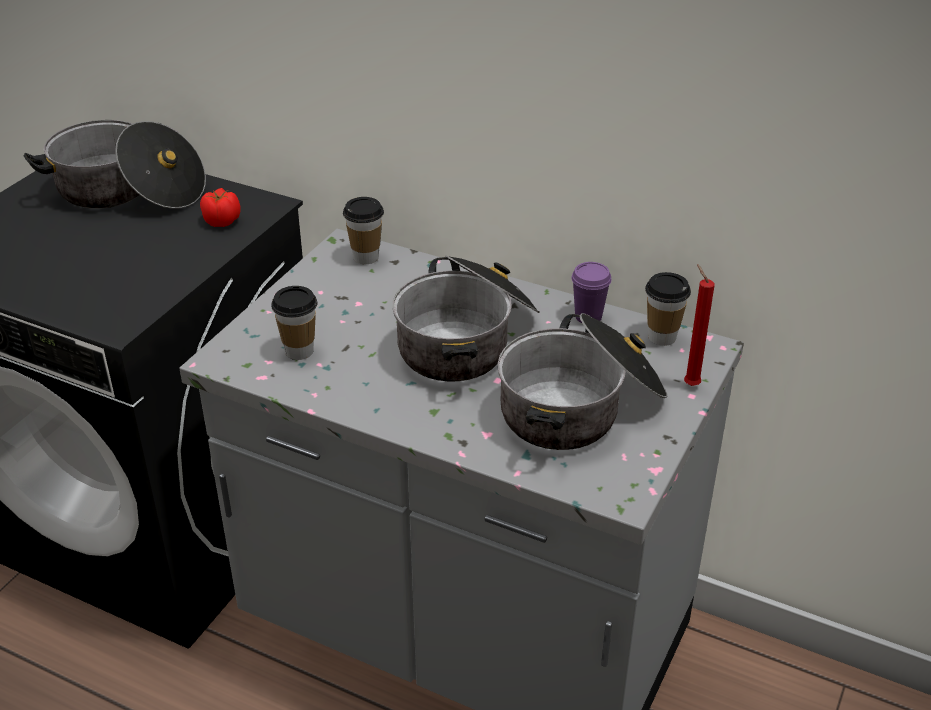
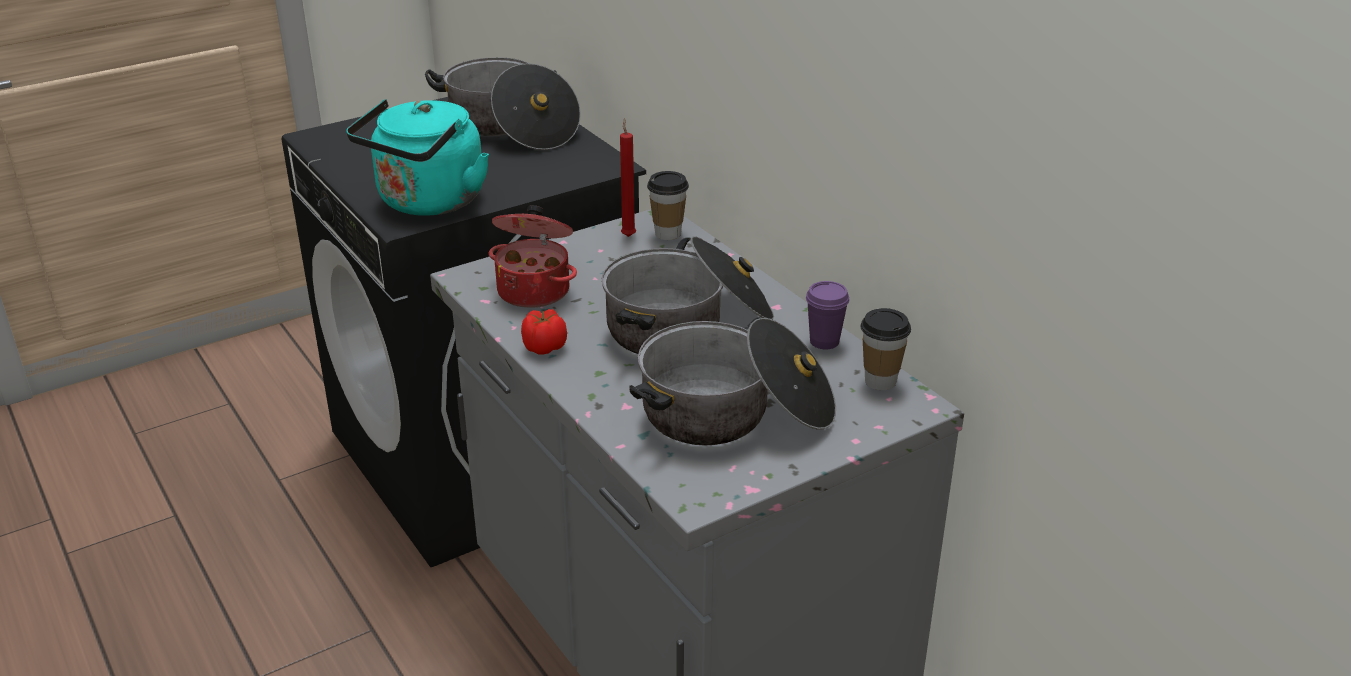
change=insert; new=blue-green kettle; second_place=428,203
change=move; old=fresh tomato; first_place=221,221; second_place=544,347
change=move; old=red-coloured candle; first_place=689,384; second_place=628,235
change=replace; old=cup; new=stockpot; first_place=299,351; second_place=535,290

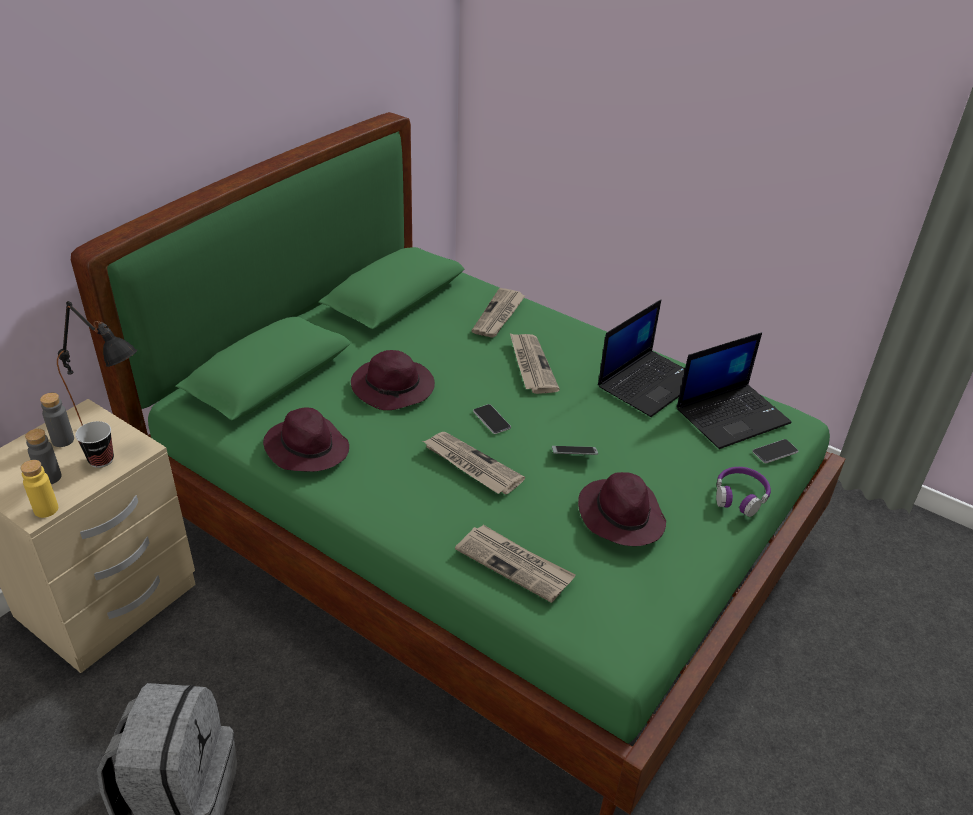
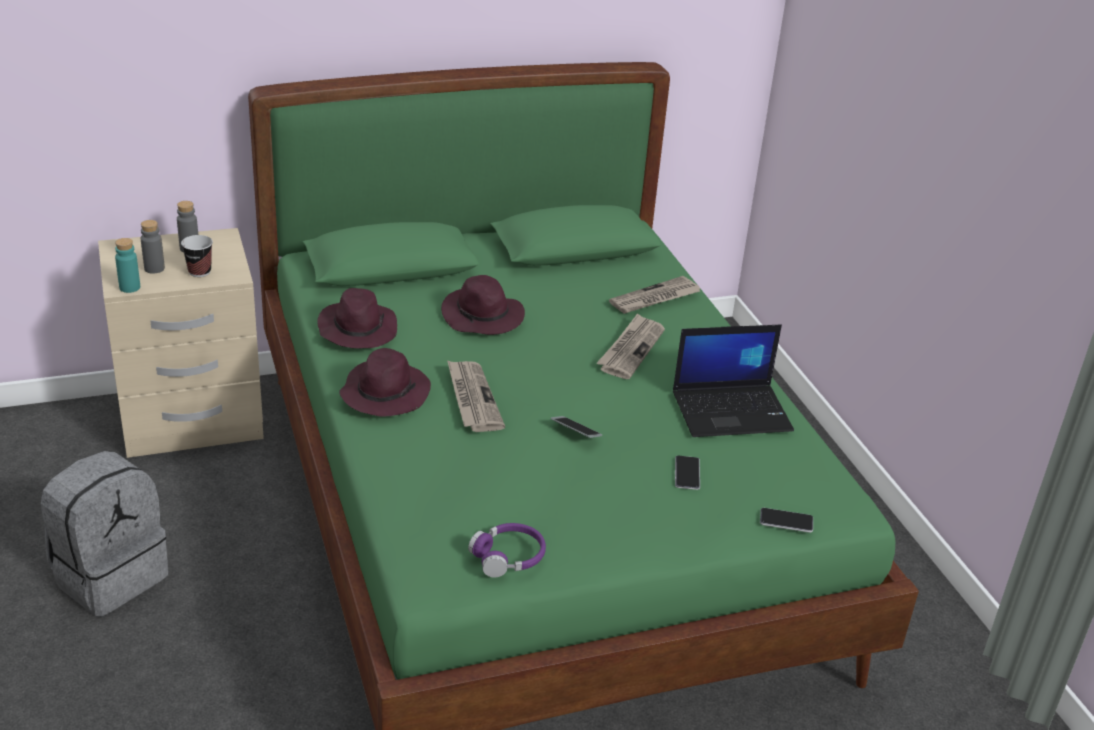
change=delete; old=black lamp for a table; first_place=116,431
change=delete; old=printed paper; first_place=515,564
change=delete; old=notebook computer; first_place=732,415
change=move; old=telephone; first_place=491,420; second_place=687,473
change=move; old=purple clothing hat; first_place=620,515; second_place=385,393
change=move; old=purple headset; first_place=740,496; second_place=508,557
change=recolor; old=yellow beverage bottle; new=blue-green beverage bottle; first_place=46,509; second_place=129,287

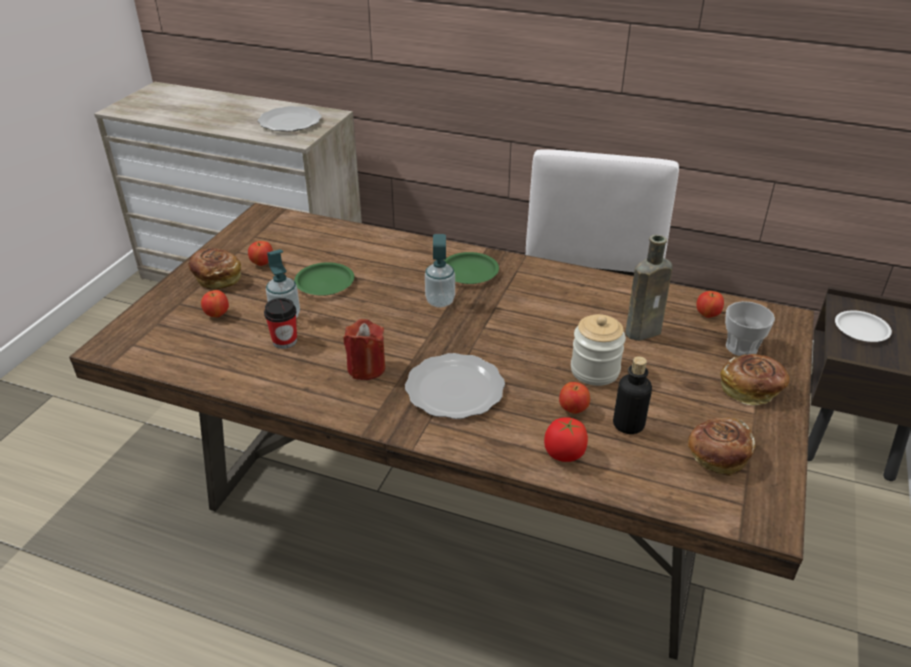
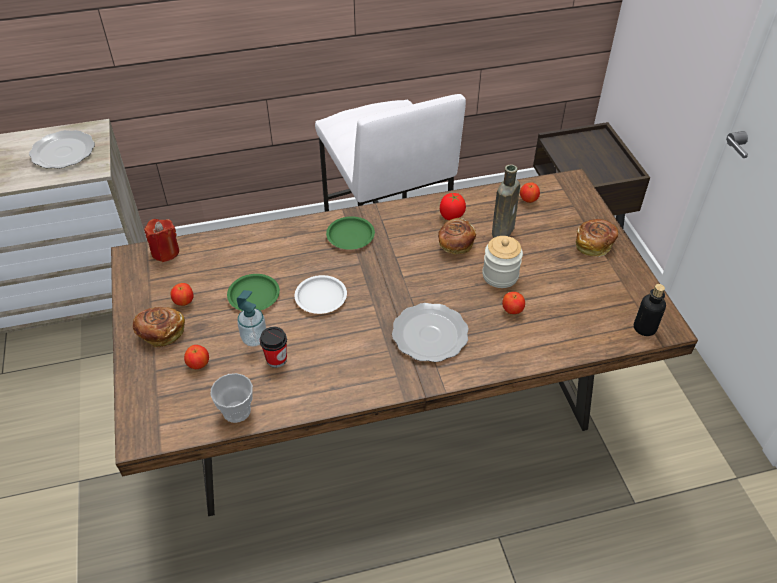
change=delete; old=soap bottle; first_place=440,301
change=move; old=red-coloured candle; first_place=366,368; second_place=165,252
change=move; old=fresh tomato; first_place=564,454; second_place=451,216
change=move; old=beverage bottle; first_place=628,424; second_place=644,328
change=move; old=bakery bread; first_place=717,457; second_place=455,245
change=move; old=cup; first_place=741,347; second_place=236,411
change=move; old=white plate; first_place=861,330; second_place=321,297

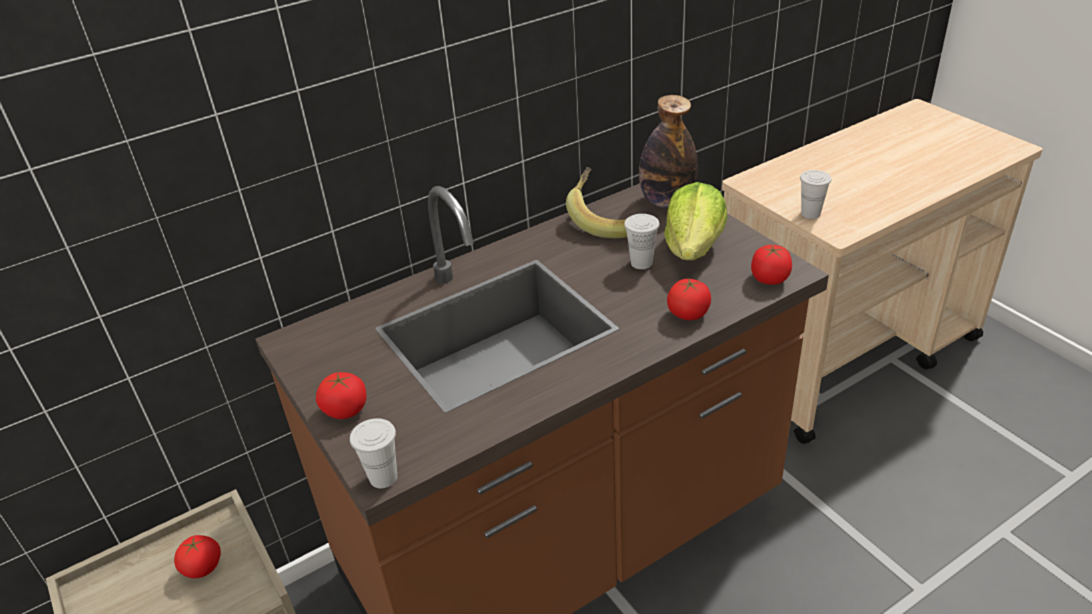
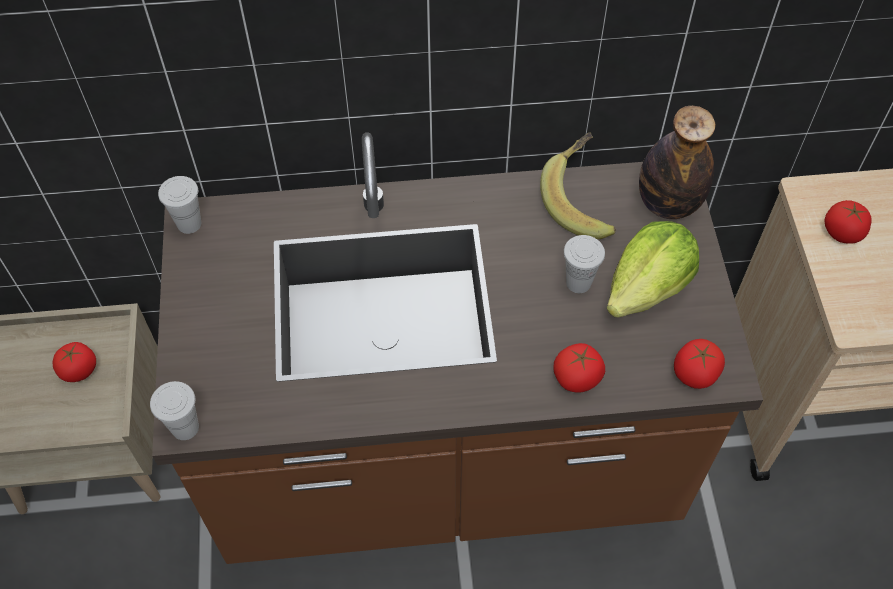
change=move; old=fresh tomato; first_place=345,410; second_place=842,232
change=move; old=white cup; first_place=810,213; second_place=189,224

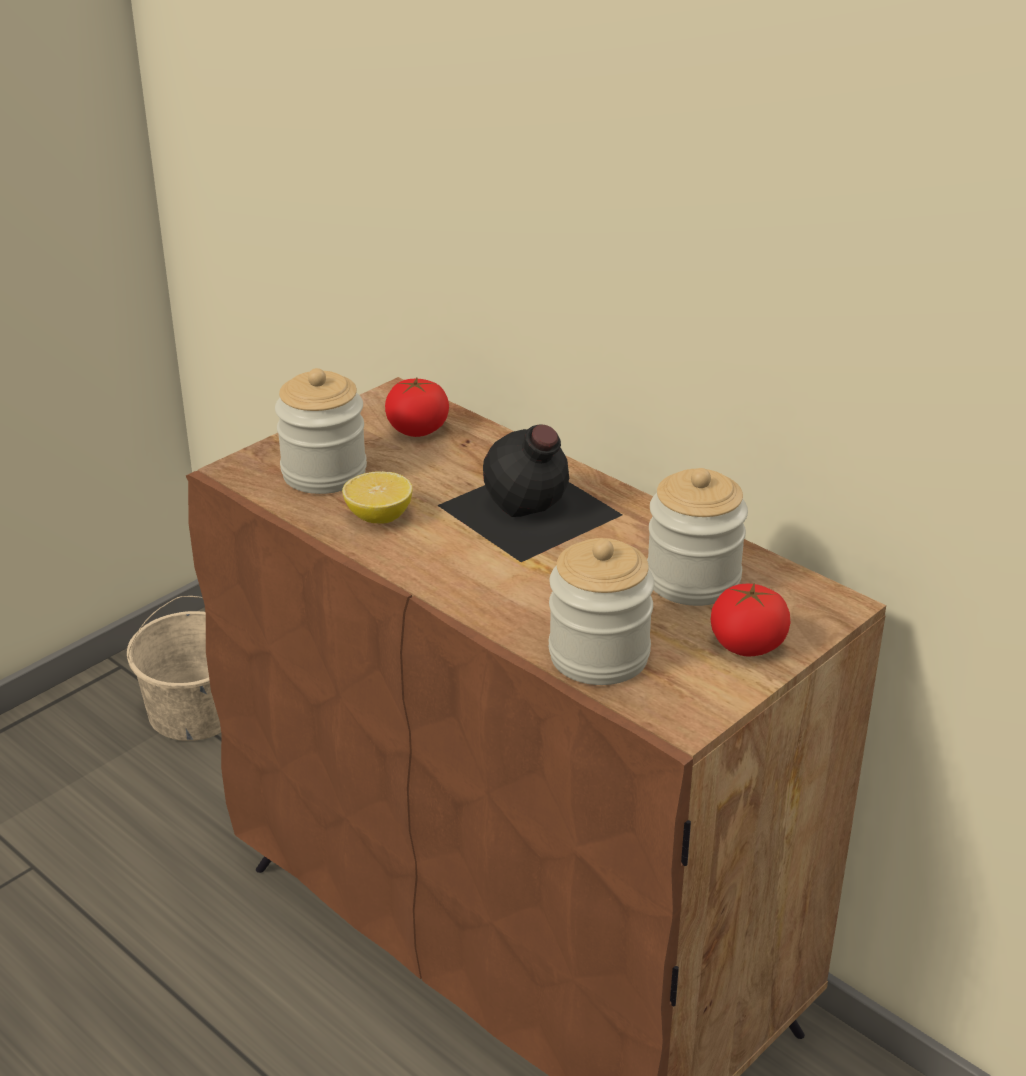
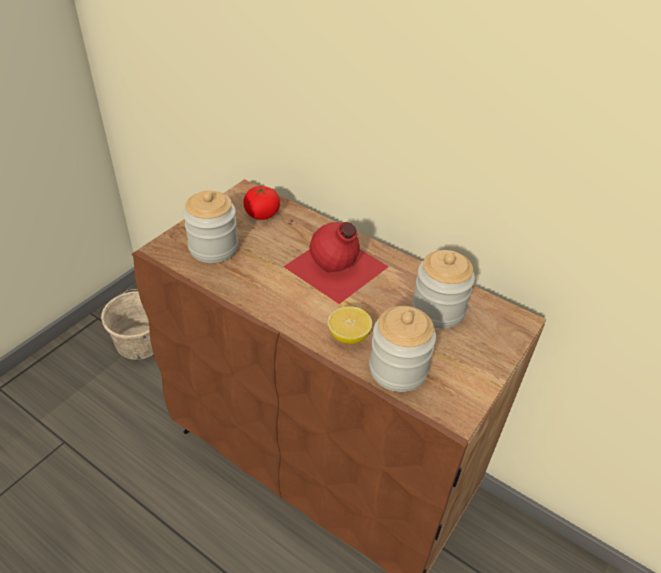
change=delete; old=fresh tomato; first_place=747,645
change=move; old=lemon; first_place=379,517; second_place=348,336
change=recolor; old=black beverage bottle; new=red-coloured beverage bottle; first_place=529,511; second_place=336,267

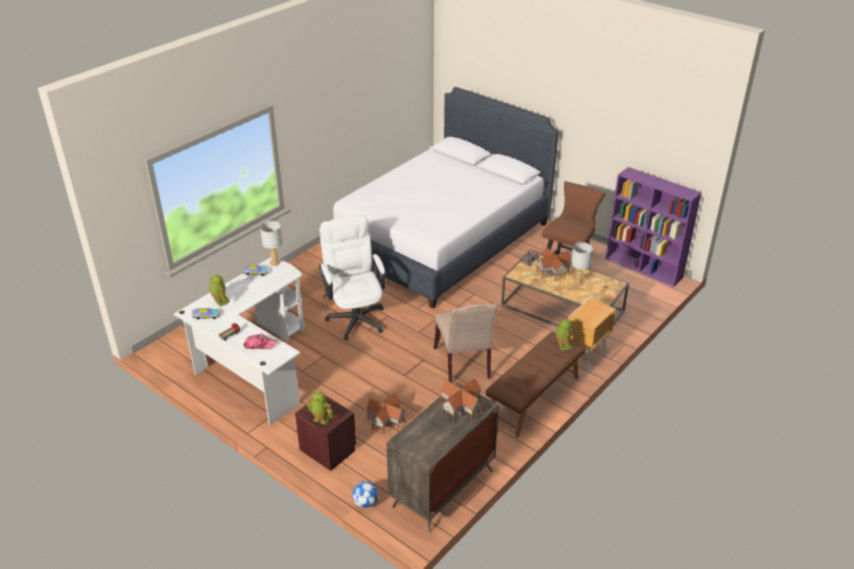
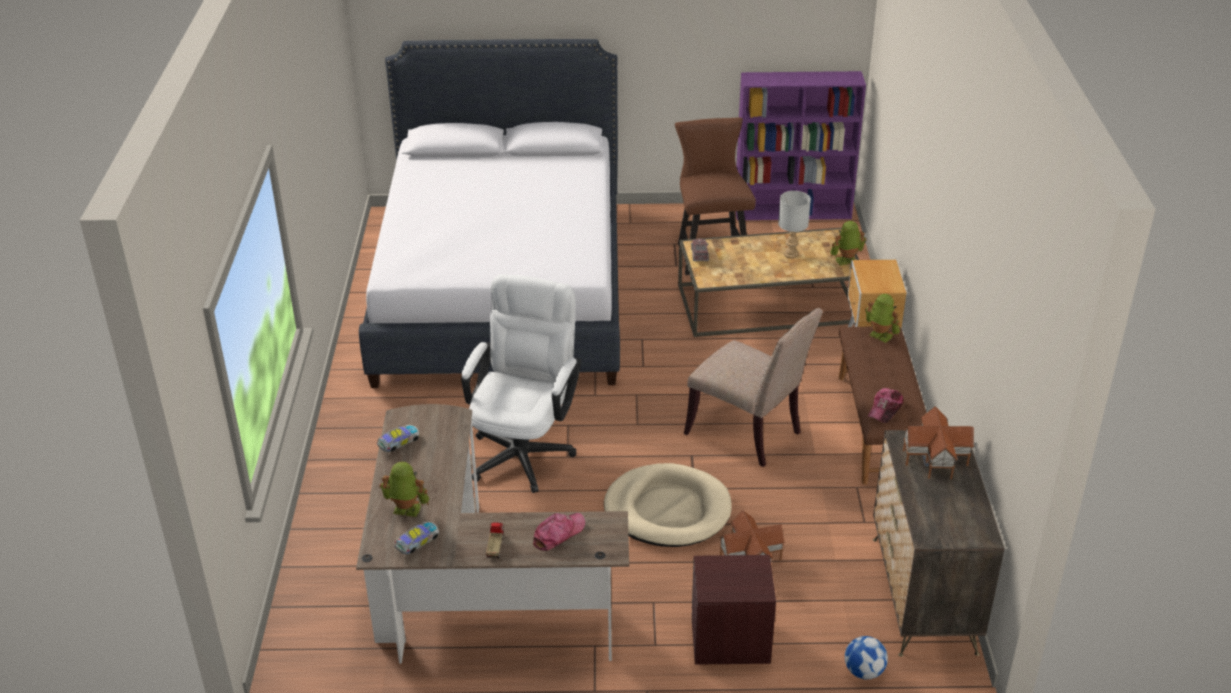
change=delete; old=grey lamp for a table; first_place=275,262
change=delete; old=miniature house; first_place=552,271
change=insert; new=sand-coloured dog cushion; second_place=667,510
change=insert; new=baseball cap; second_place=885,409
change=move; old=toy robot; first_place=320,420; second_place=846,261
change=recolor; old=white desk; new=brown-coloured desk; first_place=253,364; second_place=469,595
change=rotate; old=white computer chair; first_place=355,316; second_place=525,449; degrees=75

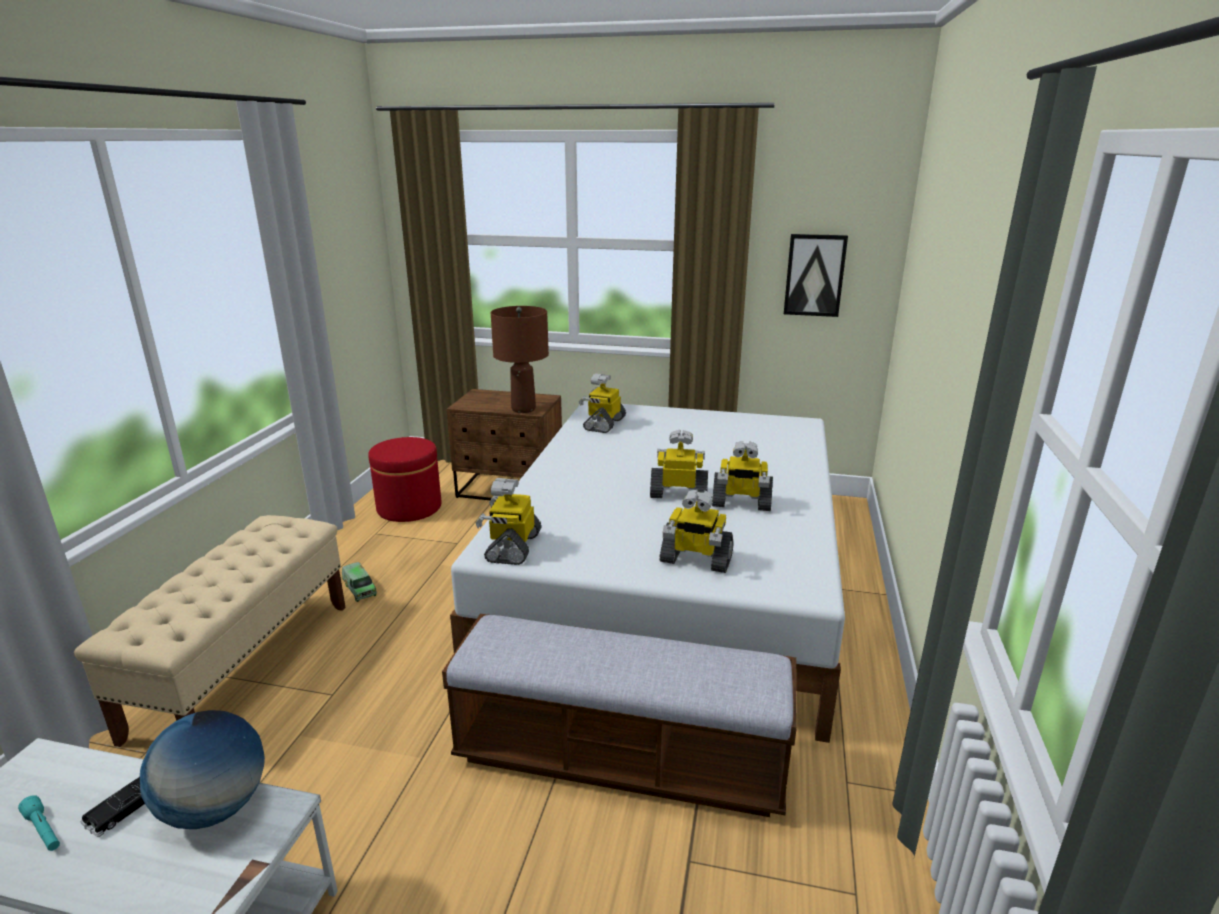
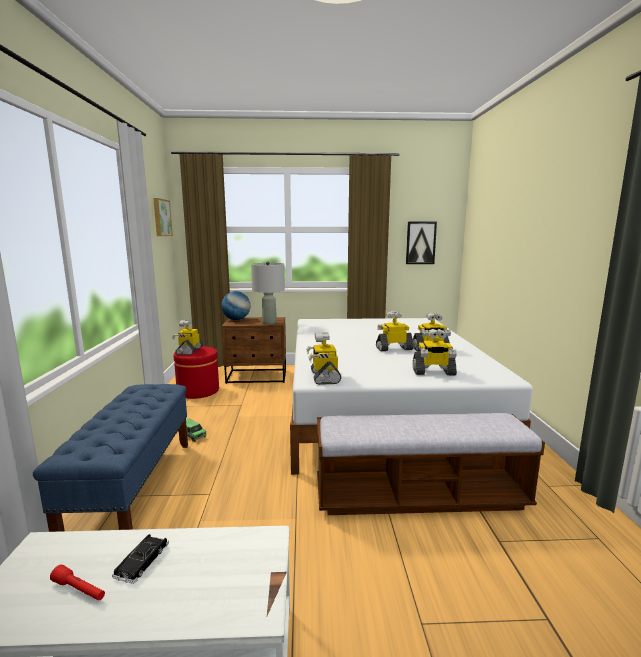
change=insert; new=wall picture; second_place=161,217
change=move; old=desk globe; first_place=215,808; second_place=236,319
change=move; old=toy robot; first_place=603,424; second_place=189,351
change=recolor; old=blue-green hand torch; new=red-coloured hand torch; first_place=43,830; second_place=79,590
change=recolor; old=sand-coloured bench; new=blue bench; first_place=244,667; second_place=134,488
change=recolor; old=brown-coloured lamp for a table; new=grey lamp for a table; first_place=523,409; second_place=269,323

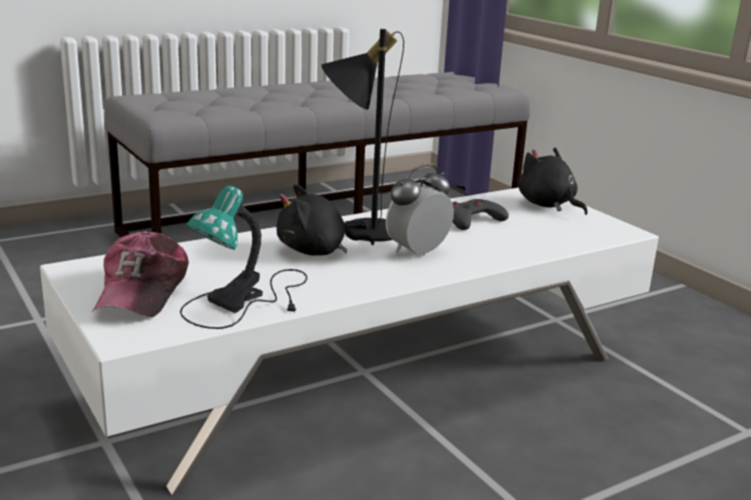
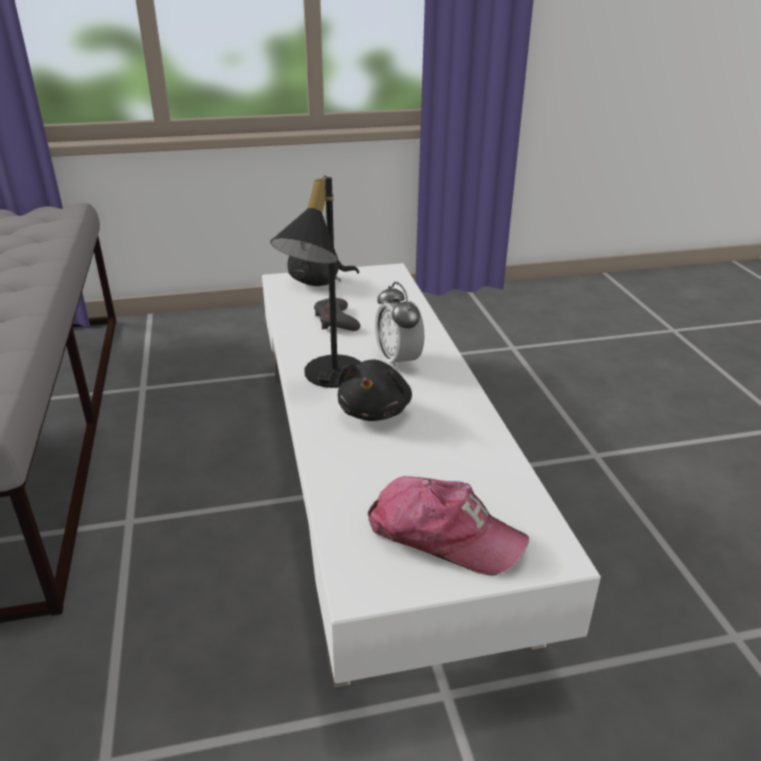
change=delete; old=lamp for a table; first_place=248,299

